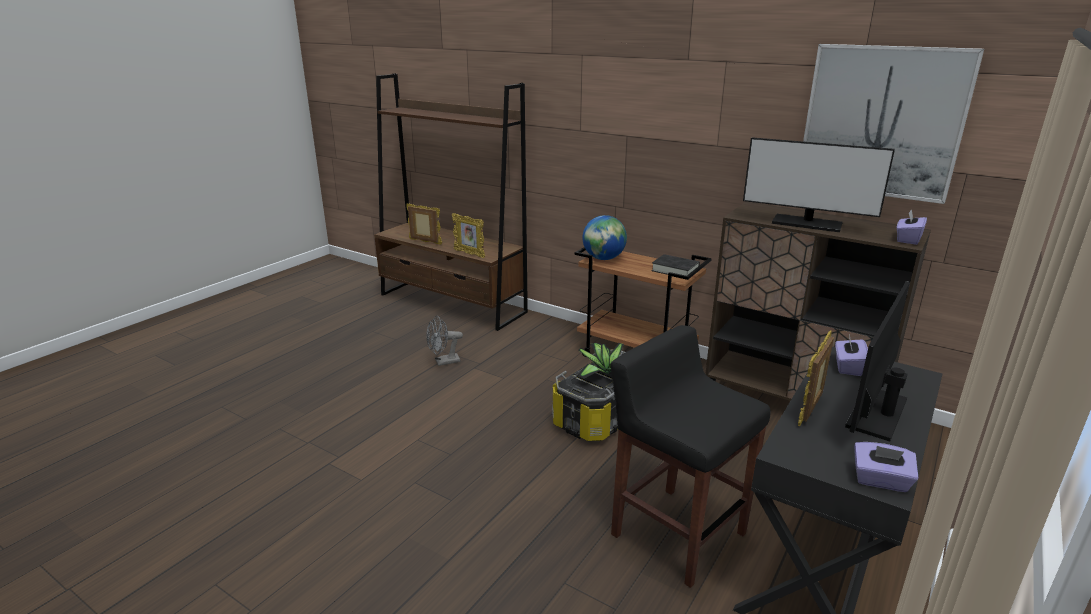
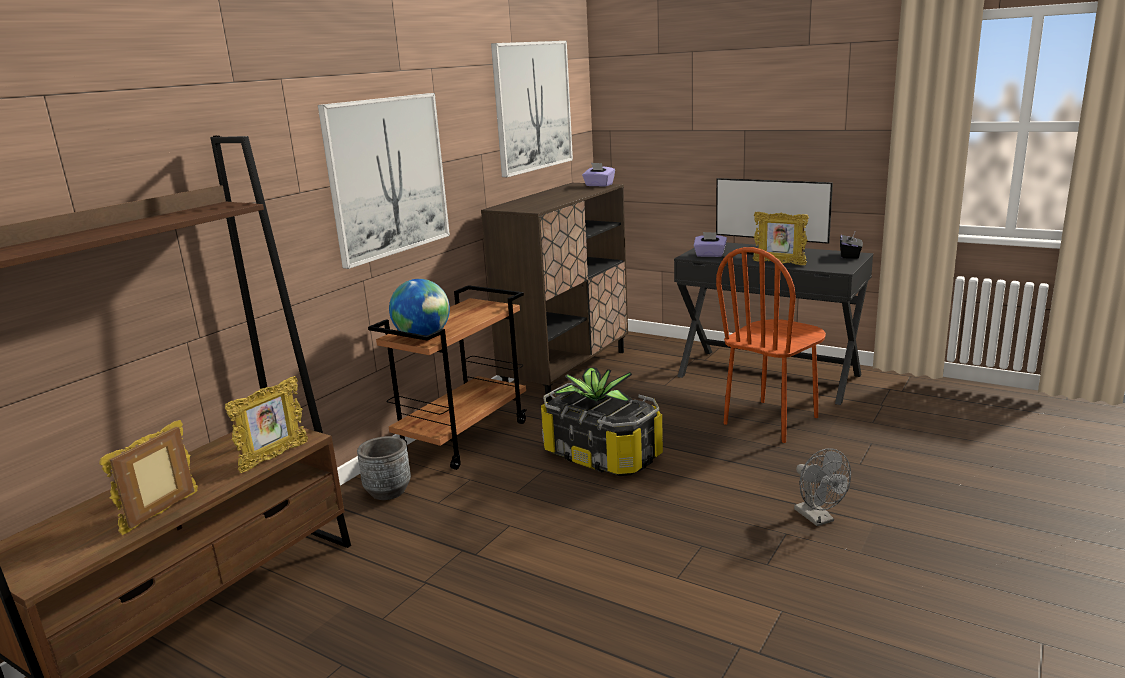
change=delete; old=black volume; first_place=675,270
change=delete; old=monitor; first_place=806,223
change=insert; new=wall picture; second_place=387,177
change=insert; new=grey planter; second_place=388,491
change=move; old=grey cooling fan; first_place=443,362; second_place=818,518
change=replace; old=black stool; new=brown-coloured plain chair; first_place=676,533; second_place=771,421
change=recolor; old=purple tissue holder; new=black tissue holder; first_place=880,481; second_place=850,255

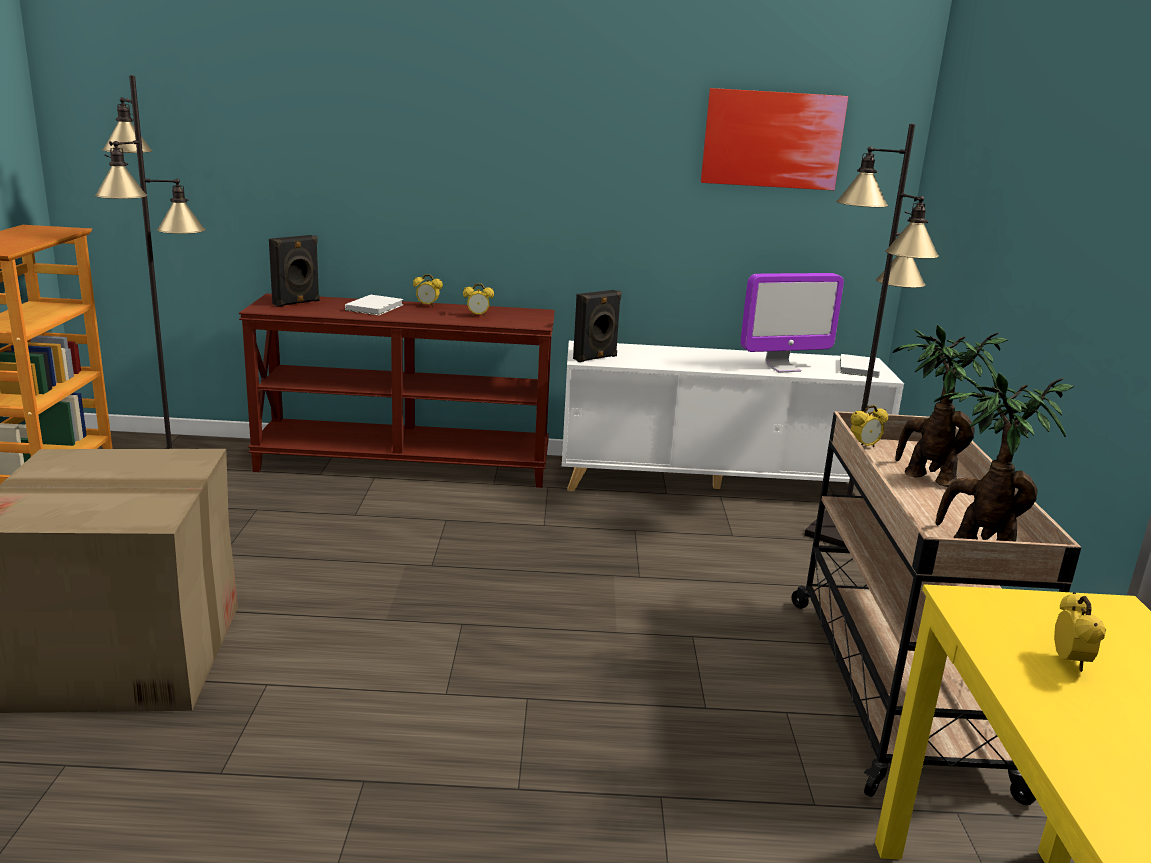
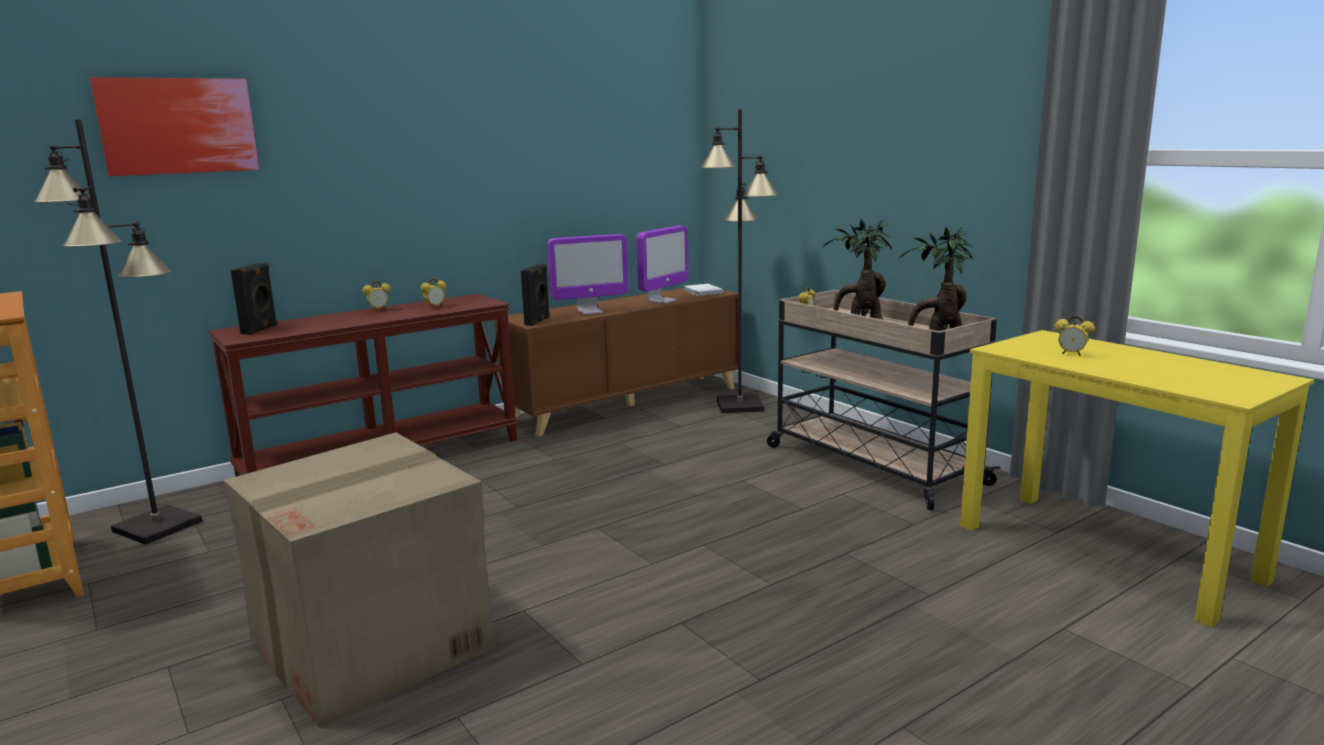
change=delete; old=white volume; first_place=376,307
change=insert; new=monitor; second_place=590,311
change=move; old=wall picture; first_place=772,139; second_place=178,126
change=recolor; old=white cabinet; new=brown-coloured cabinet; first_place=716,484; second_place=628,403
change=rotate; old=bedside clock; first_place=1069,662; second_place=1071,354; degrees=150

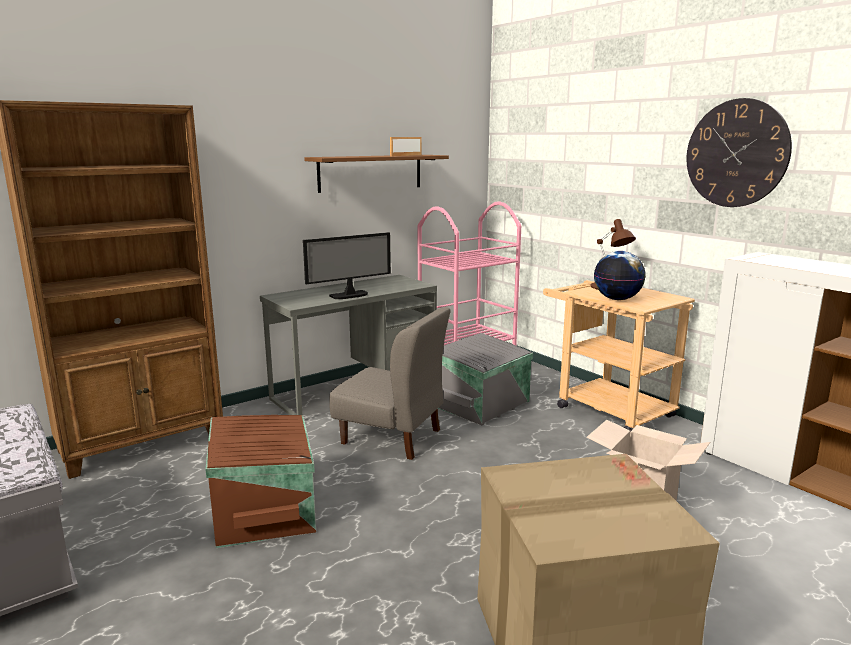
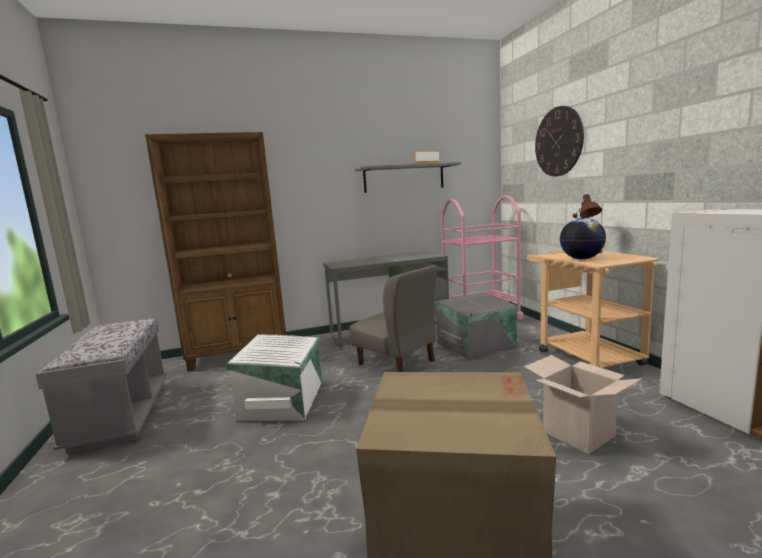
change=delete; old=monitor; first_place=349,295
change=move; old=wall clock; first_place=736,153; second_place=558,142
change=recolor; old=brown-coloured storage bin; new=white storage bin; first_place=266,508; second_place=284,400
change=recolor; old=brown-coloured shelf; new=grey shelf; first_place=370,172; second_place=404,178

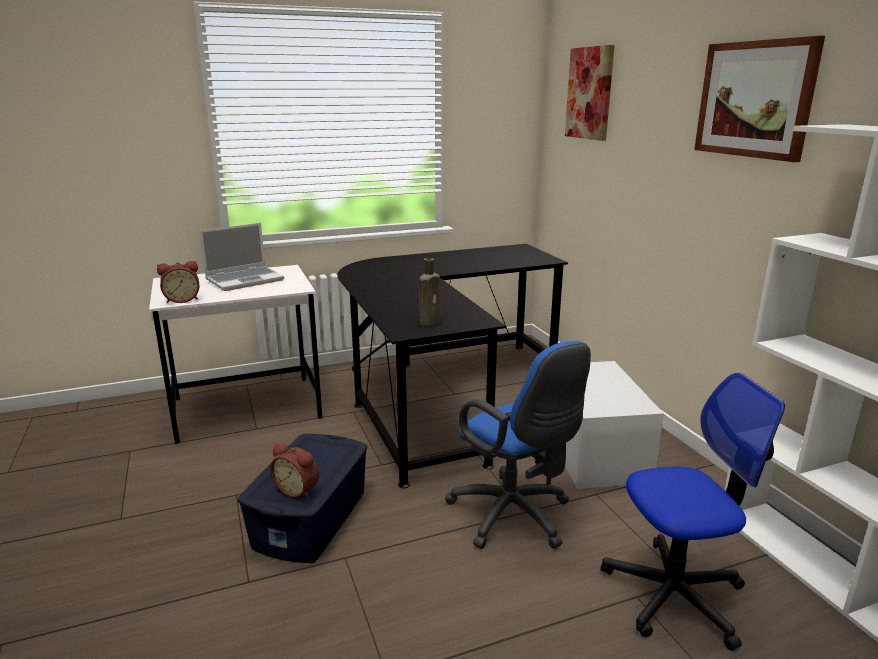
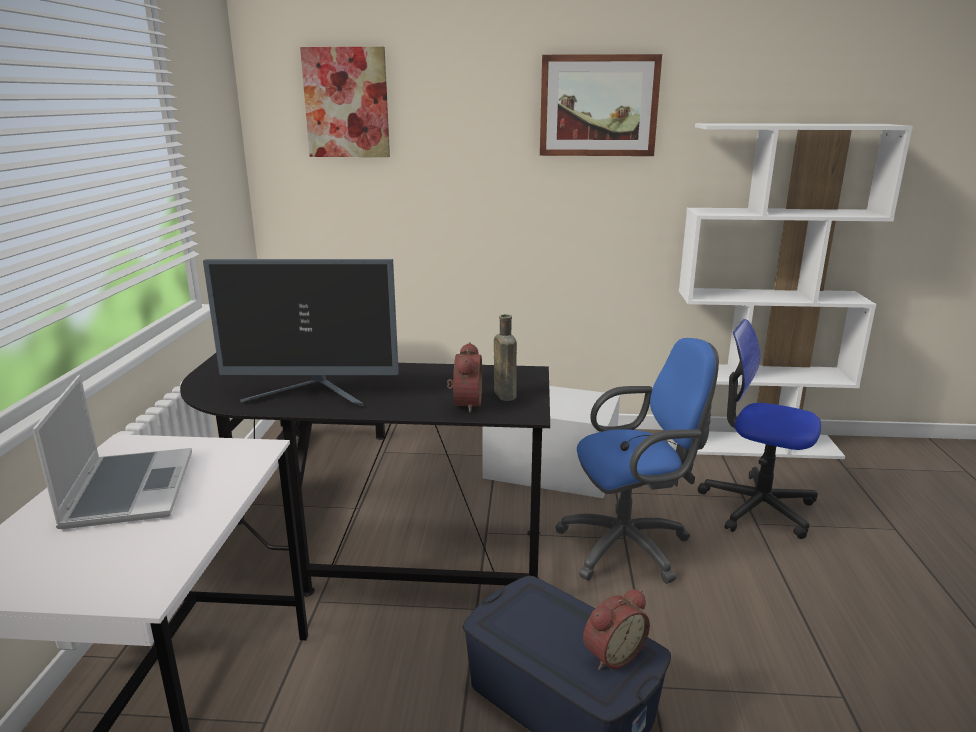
change=insert; new=monitor; second_place=313,394
change=move; old=bedside clock; first_place=182,300; second_place=464,403
change=rotate; old=computer chair; first_place=674,594; second_place=757,506; degrees=-75

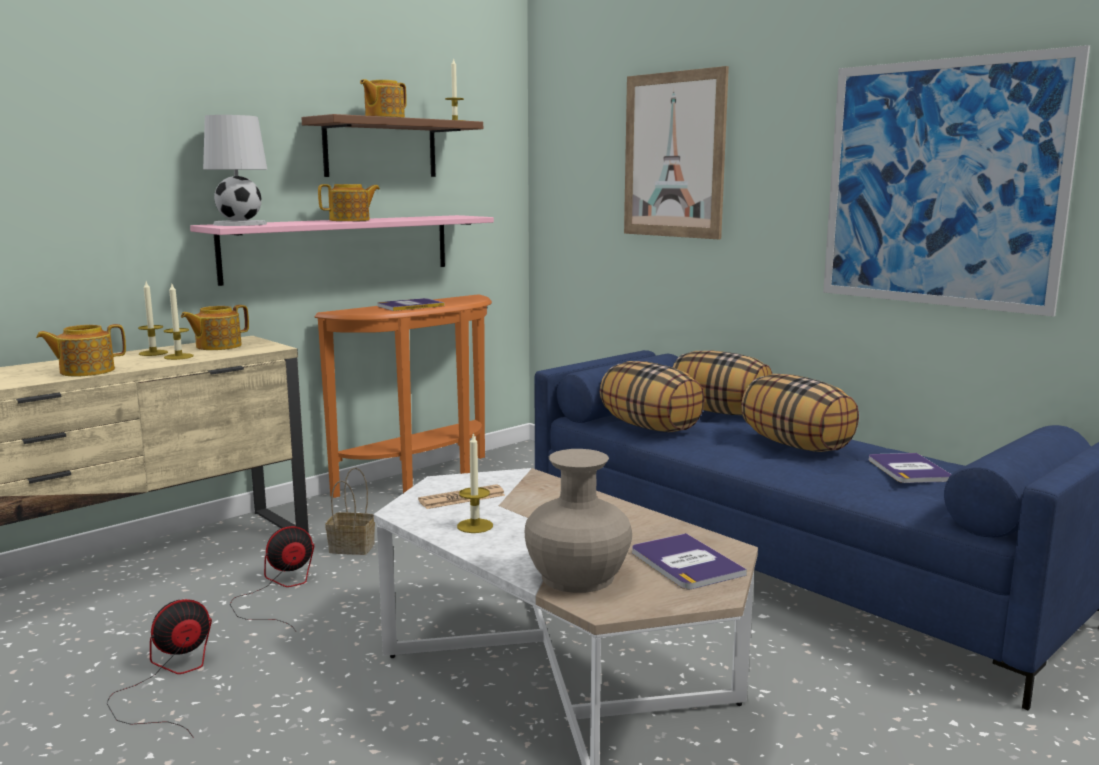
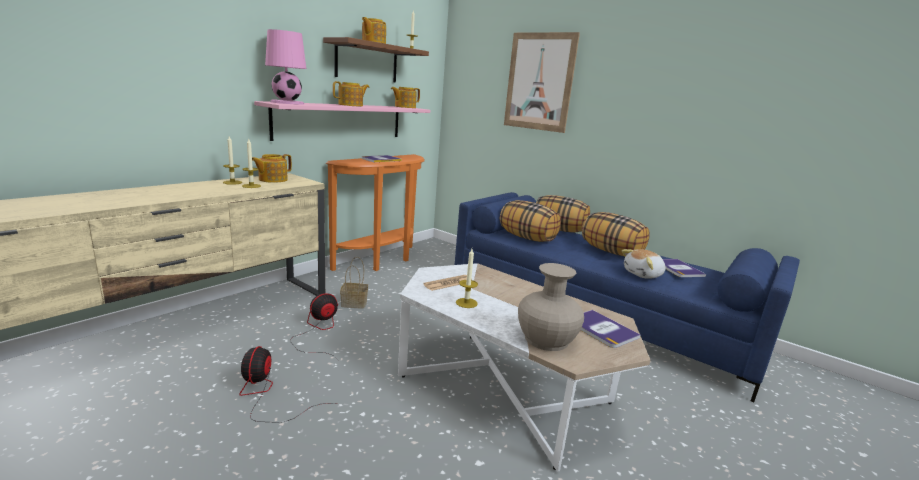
change=delete; old=wall picture; first_place=941,184
change=insert; new=plush toy; second_place=643,274
change=move; old=pot for tea; first_place=86,371; second_place=404,107
change=recolor; old=white lamp for a table; new=pink-coloured lamp for a table; first_place=240,224; second_place=287,103
change=rotate; old=cooling fan; first_place=170,679; second_place=267,395; degrees=-45

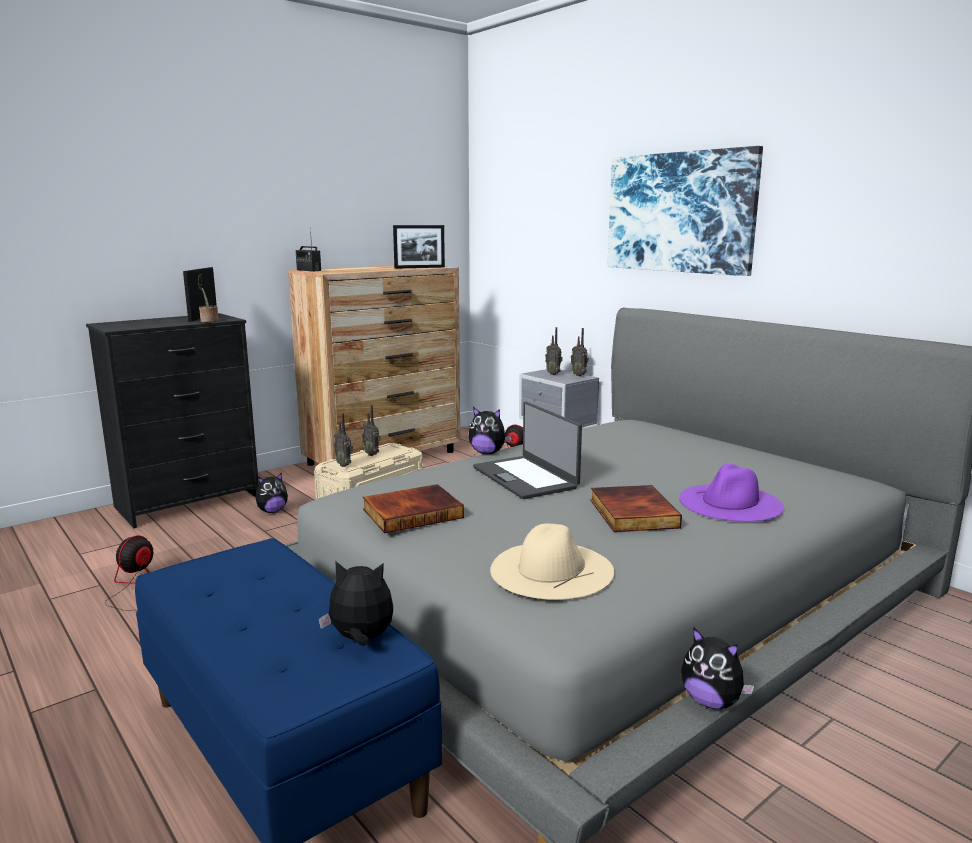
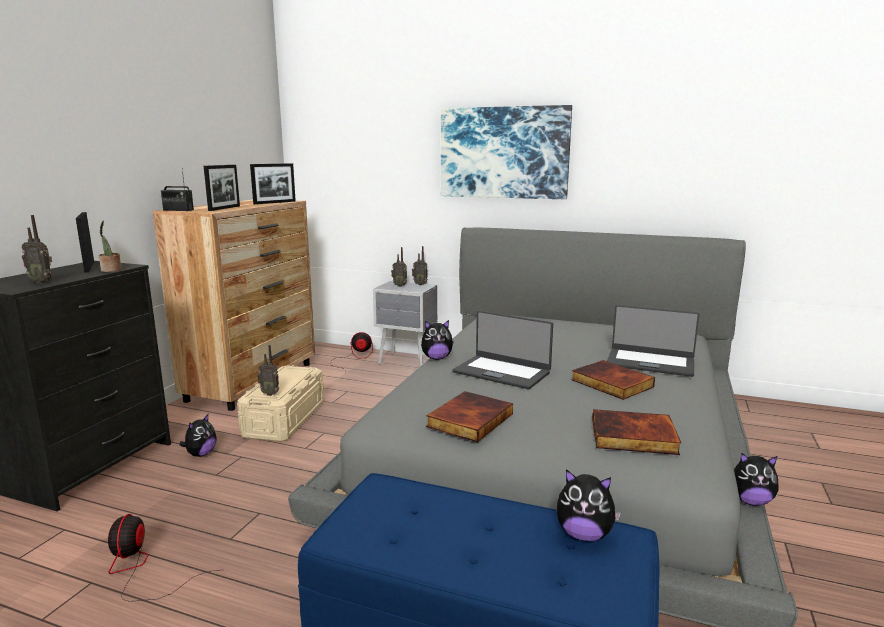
change=insert; new=standing frame; second_place=224,208
change=move; old=radio; first_place=372,454; second_place=42,281
change=replace; old=sand-coloured clothing hat; new=volume; first_place=551,569; second_place=633,437
change=replace; old=purple clothing hat; new=notebook computer; first_place=730,502; second_place=650,362
change=rotate; old=plush toy; first_place=361,640; second_place=584,534; degrees=-135

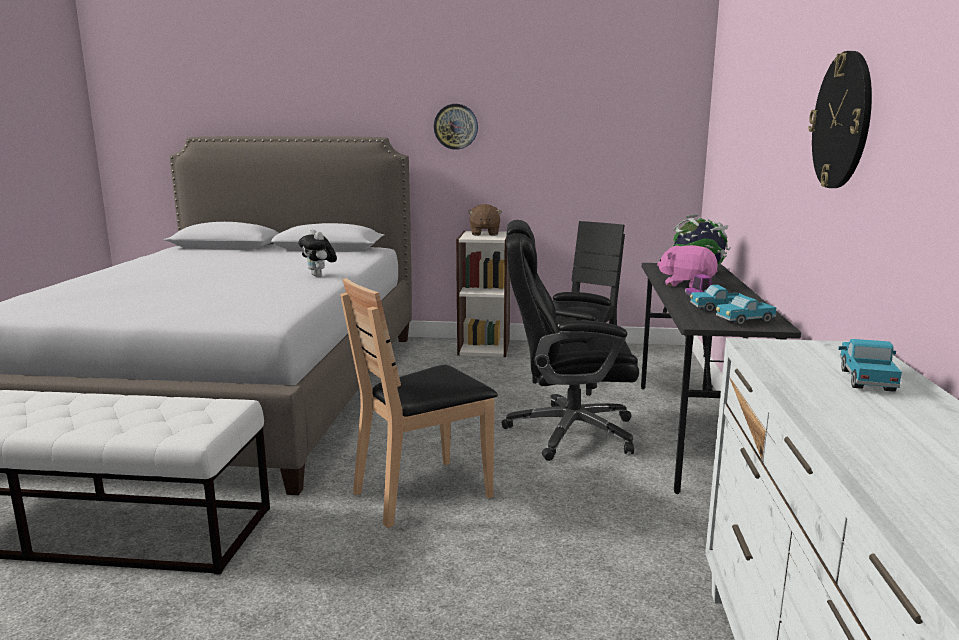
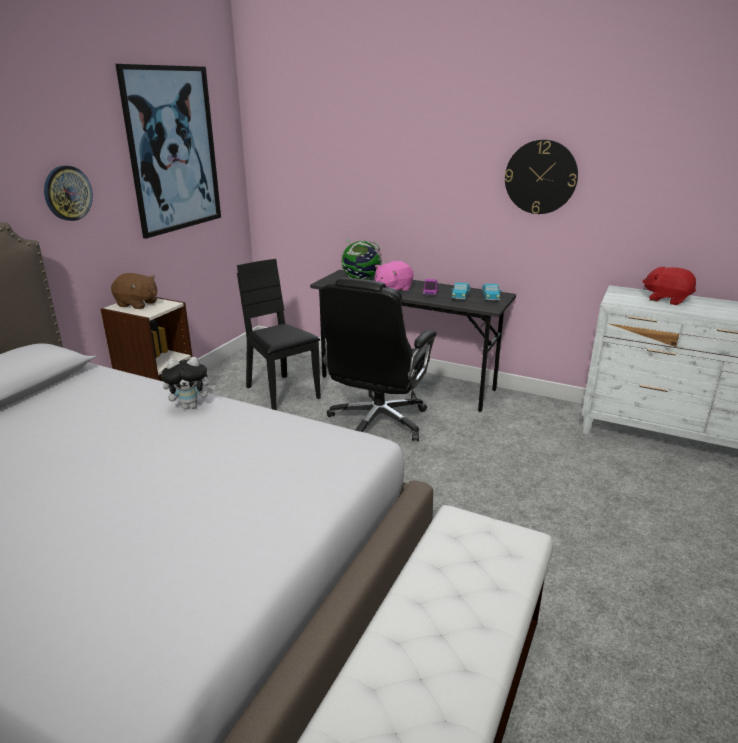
change=delete; old=brown-coloured plain chair; first_place=423,493
change=insert; new=wall picture; second_place=173,150
change=replace; old=toy truck; new=red-coloured plush toy; first_place=866,379; second_place=667,299

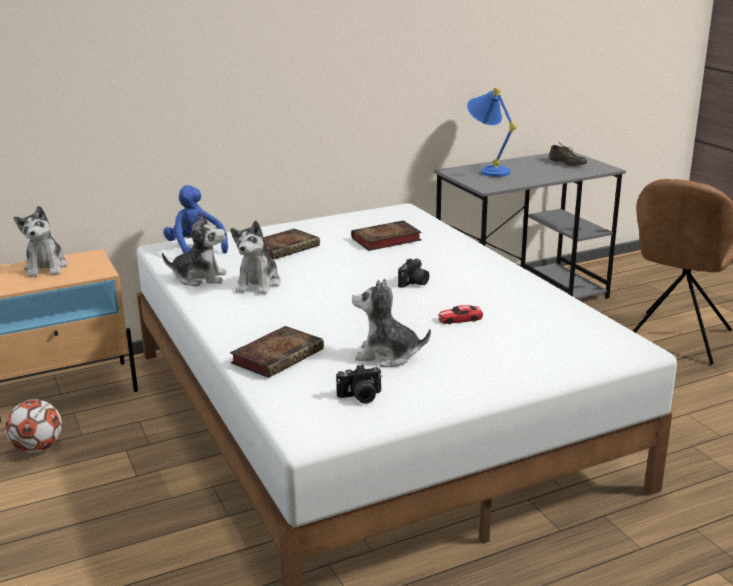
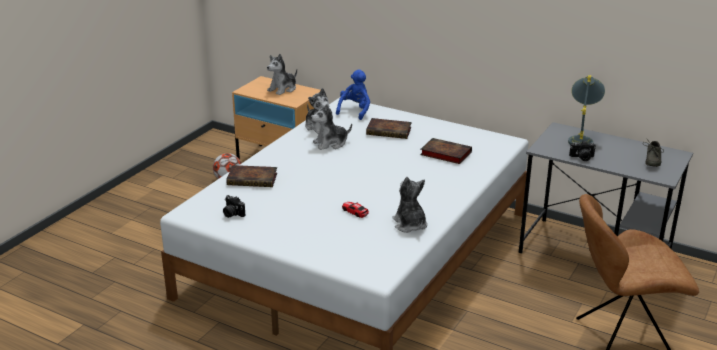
change=move; old=plush toy; first_place=387,355; second_place=410,225
change=move; old=still camera; first_place=414,283; second_place=582,158
change=recolor; old=blue lamp for a table; new=grey lamp for a table; first_place=488,170; second_place=581,139

